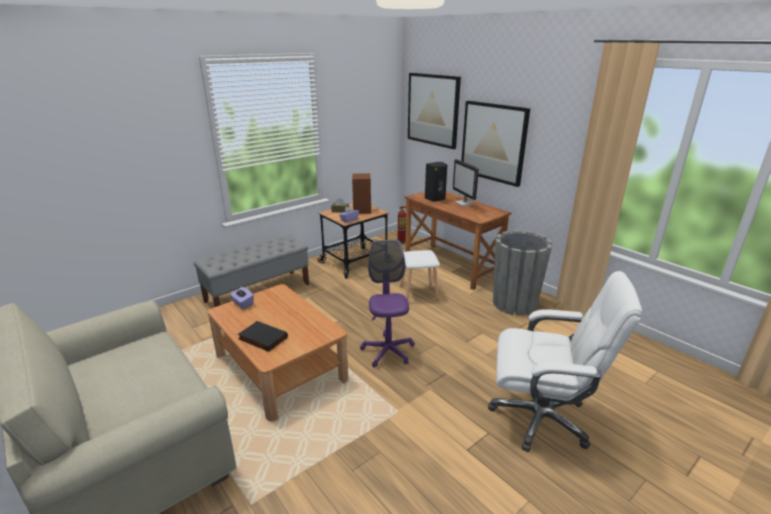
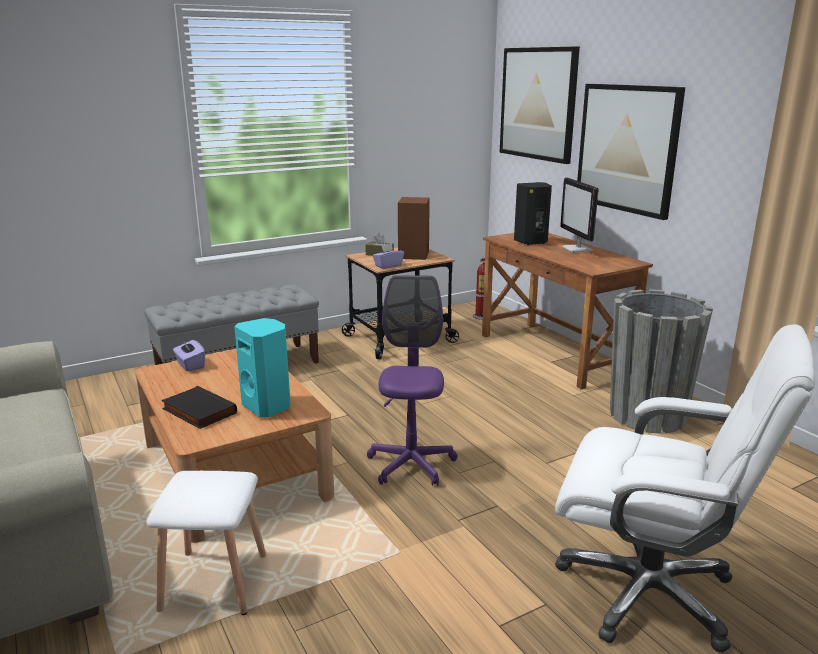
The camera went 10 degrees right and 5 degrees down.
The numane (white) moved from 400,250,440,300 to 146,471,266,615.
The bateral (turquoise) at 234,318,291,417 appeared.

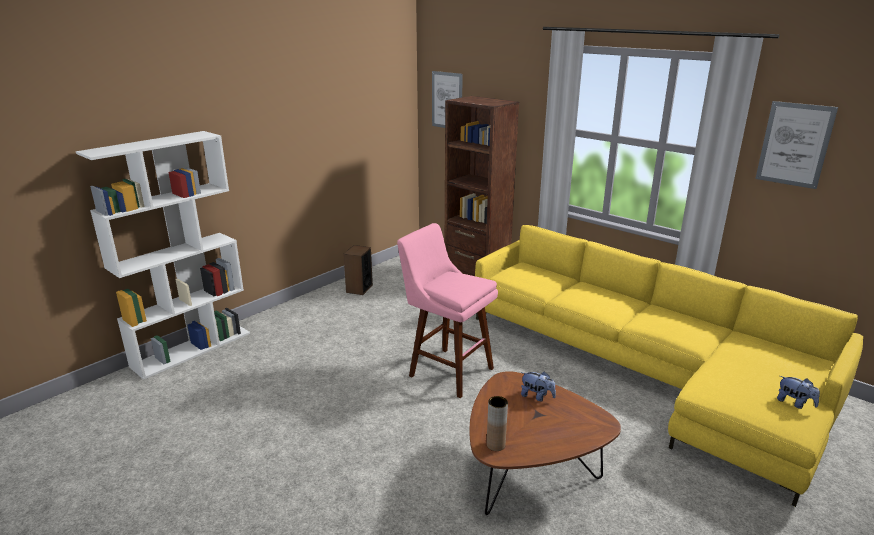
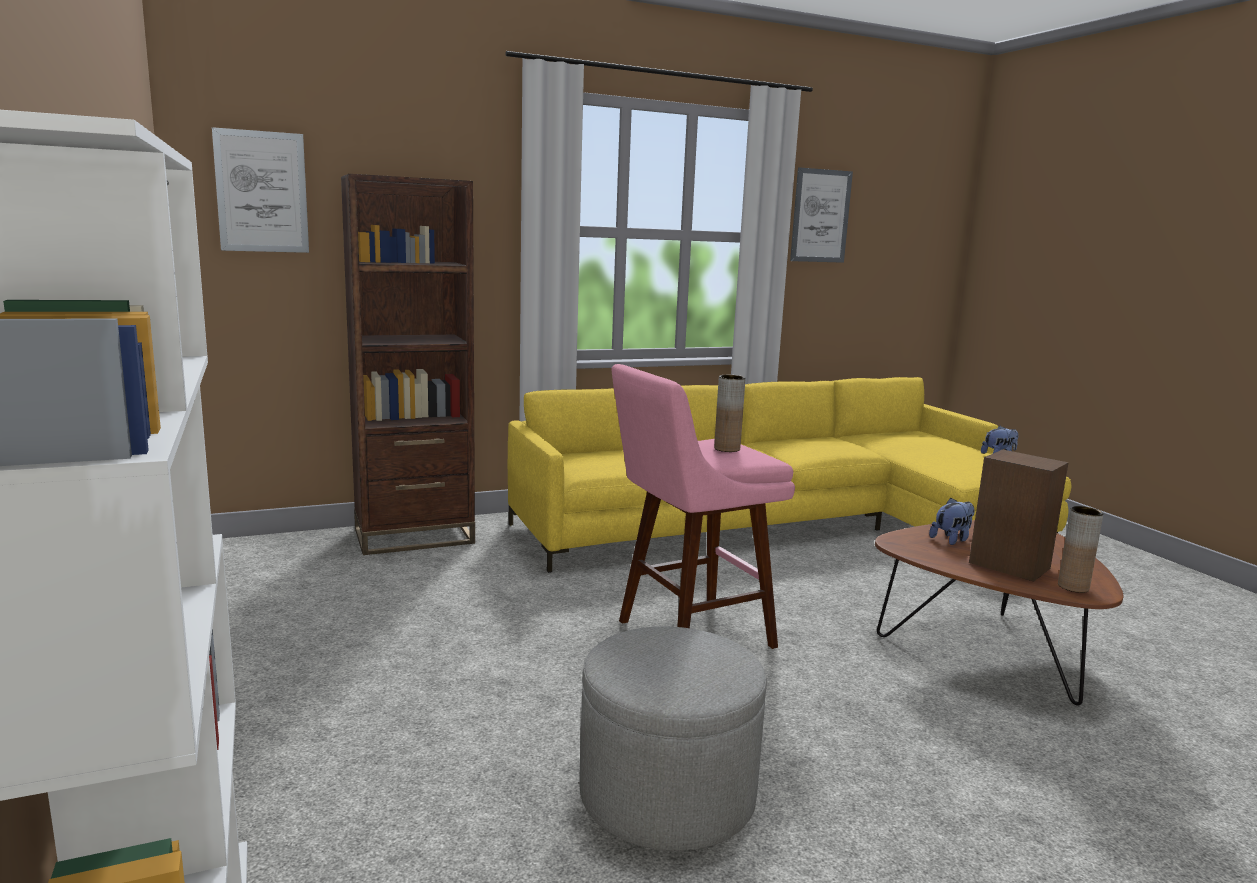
The camera went 65 degrees left and 10 degrees down.
The bateral moved from 343,245,373,295 to 969,449,1069,582.
The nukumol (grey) at 579,626,767,851 appeared.
The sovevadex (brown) at 714,375,746,452 appeared.

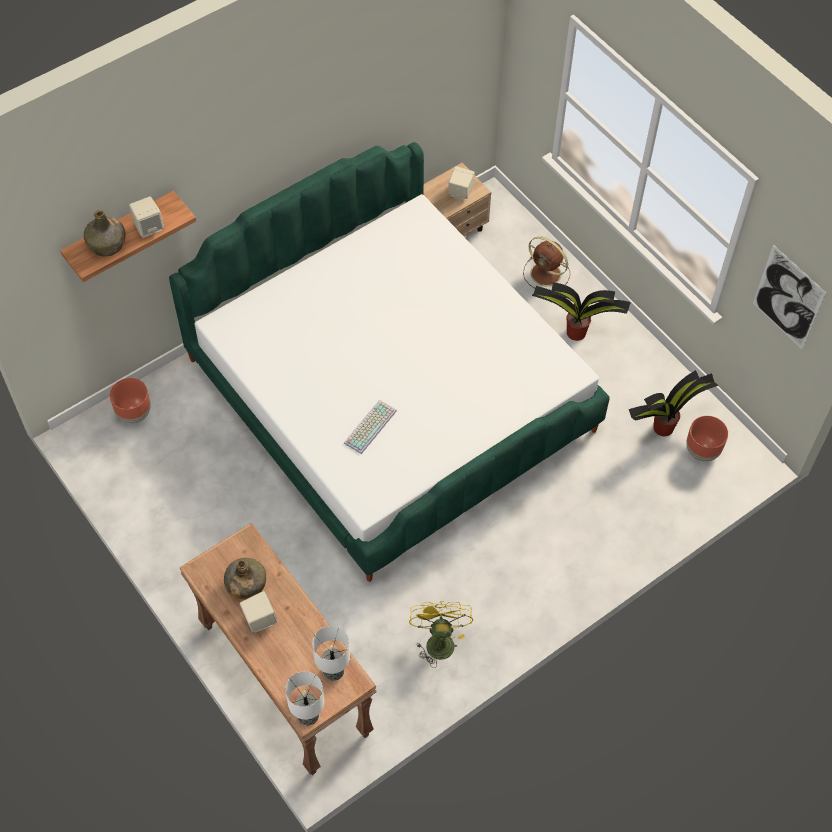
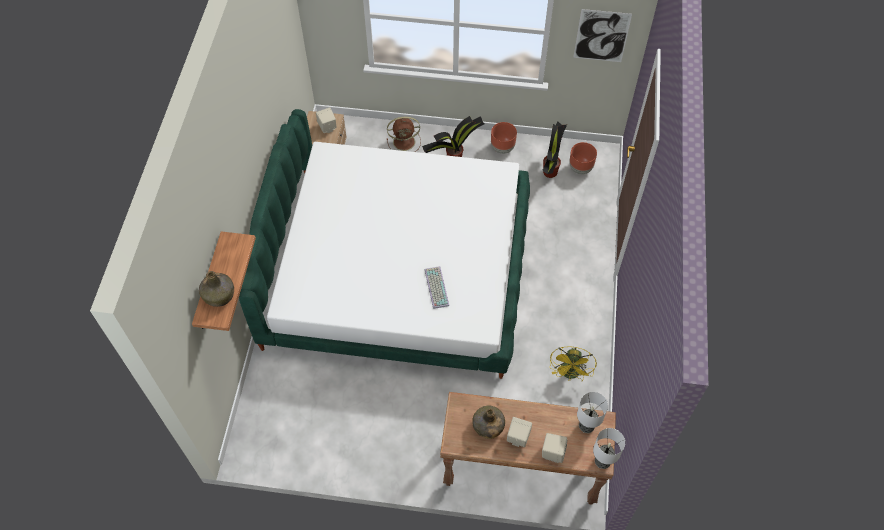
The camera went 45 degrees left and 0 degrees up.
The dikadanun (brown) moved from 110,378,151,424 to 491,122,517,154.
The bateral (beige) moved from 129,196,164,238 to 542,433,567,463.
The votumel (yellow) at 409,601,473,668 turned 120 degrees counterclockwise.

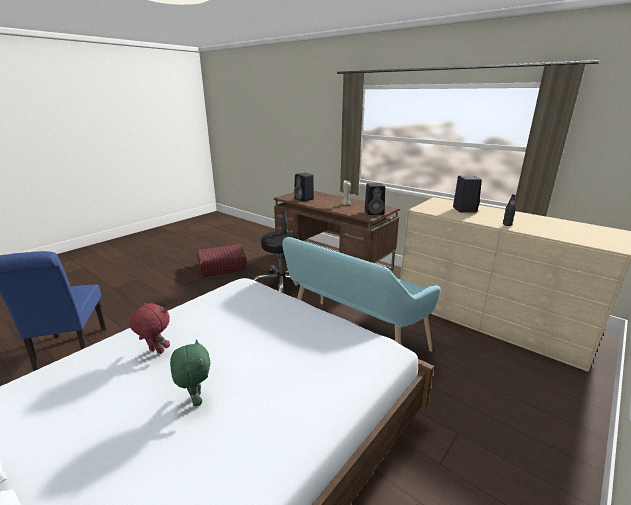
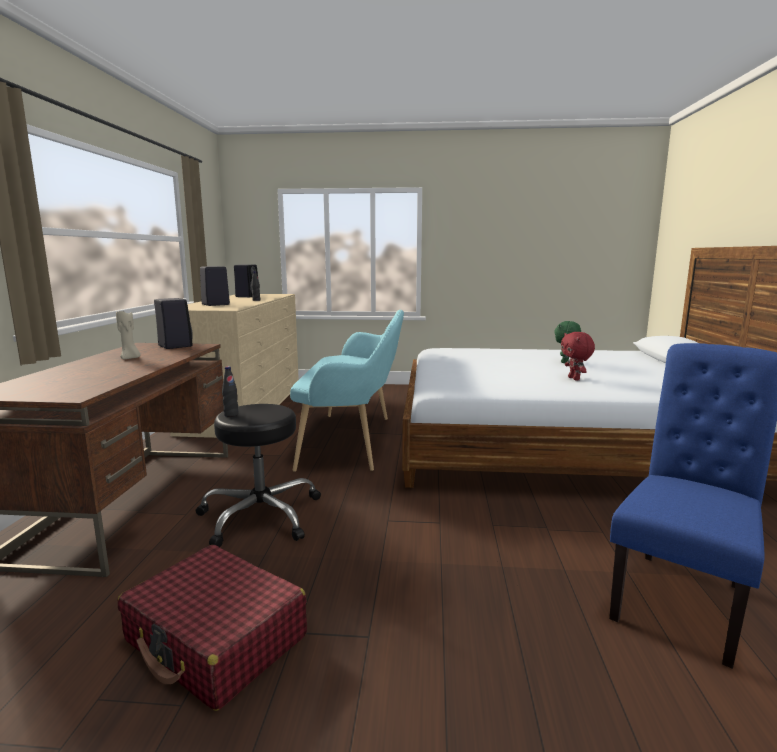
The camera went 125 degrees left and 10 degrees down.
The bateral (black) moved from 294,173,314,202 to 234,264,258,297.

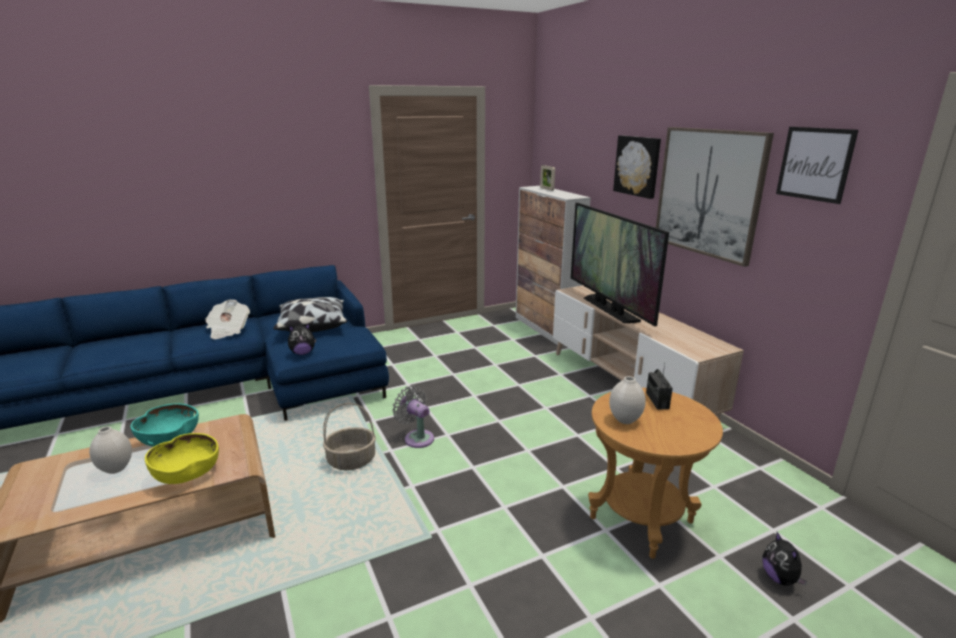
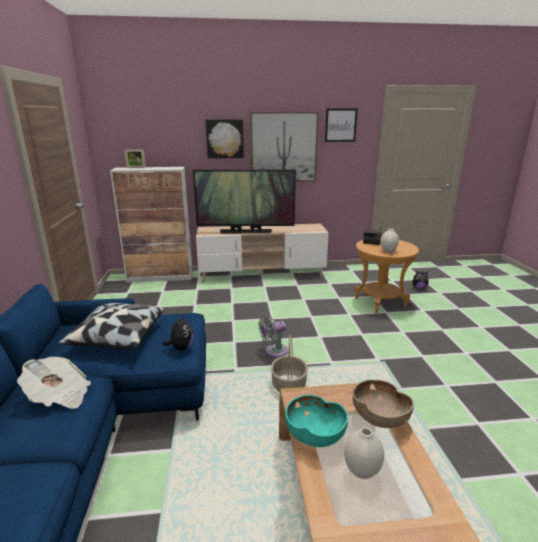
The camera went 70 degrees left and 0 degrees up.
The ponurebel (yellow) at 145,433,219,484 became the ponurebel (brown) at 353,380,414,428.

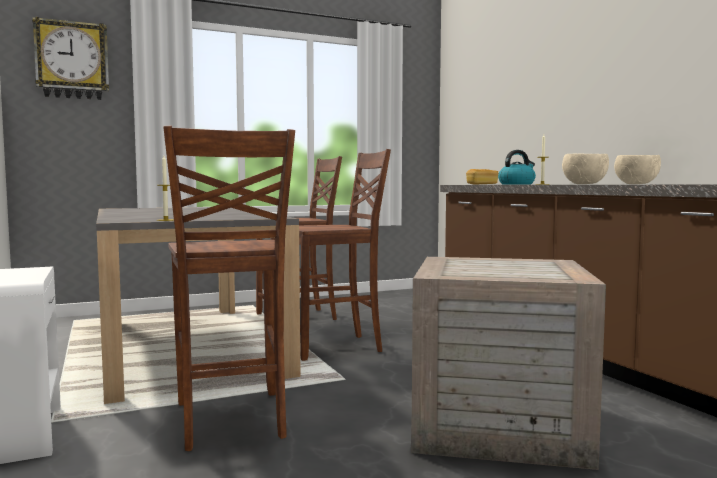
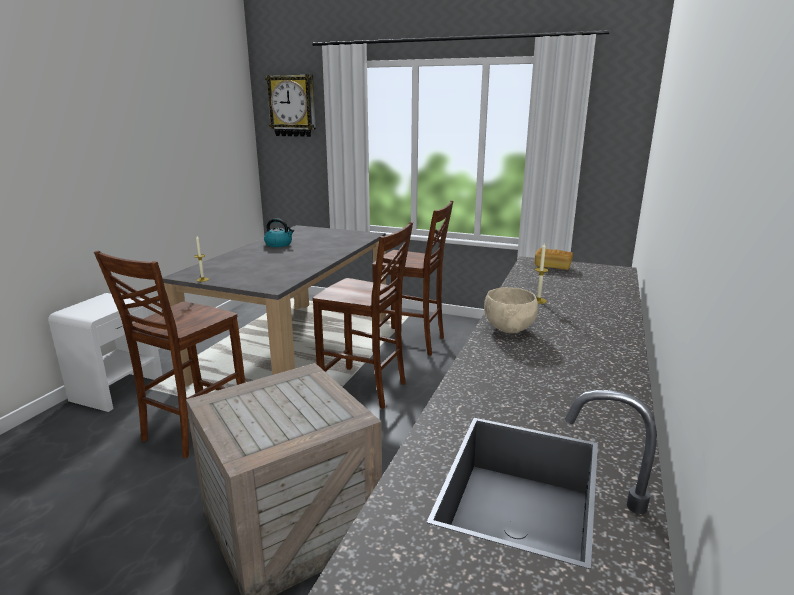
The camera went 45 degrees right and 15 degrees up.
The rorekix moved from 498,150,536,184 to 264,218,294,247.
The ponurebel (beige) at 614,155,661,184 disappeared.

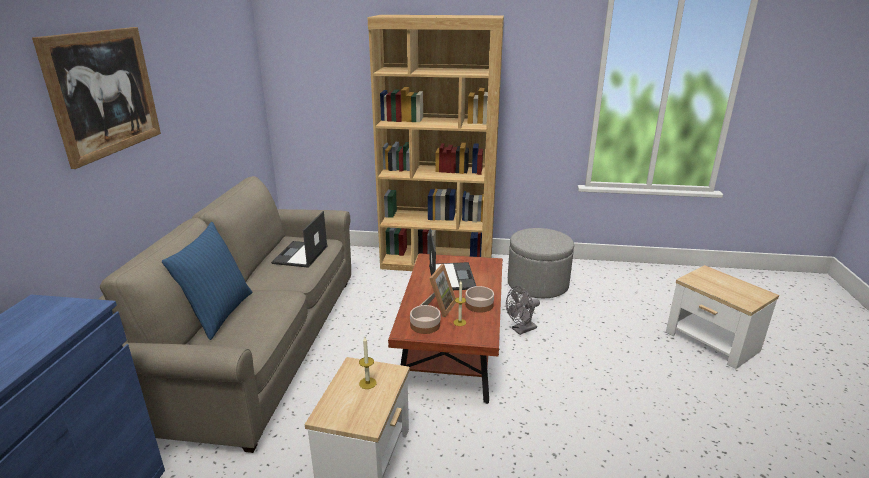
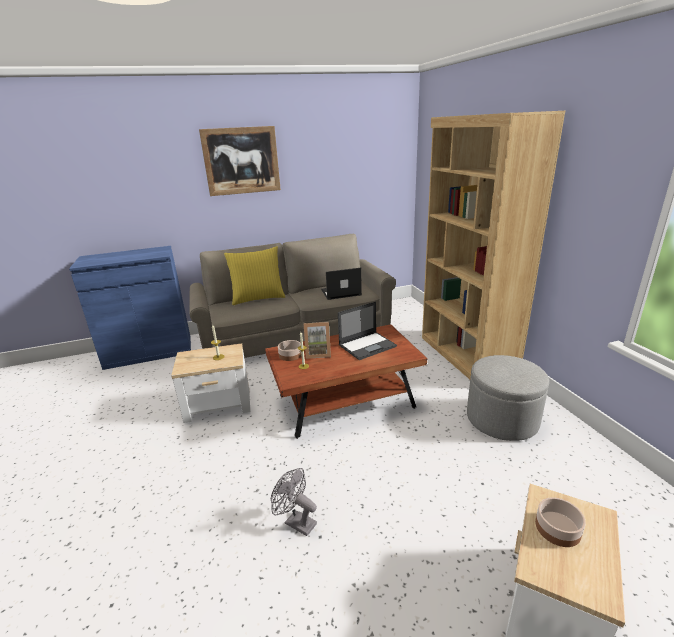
The camera went 65 degrees right and 0 degrees up.
The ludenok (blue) at 162,222,253,340 became the ludenok (yellow) at 224,246,285,305.
The ponurebel moved from 465,286,494,313 to 535,497,586,547.
The votumel (grey) moved from 506,286,540,335 to 271,468,317,536.

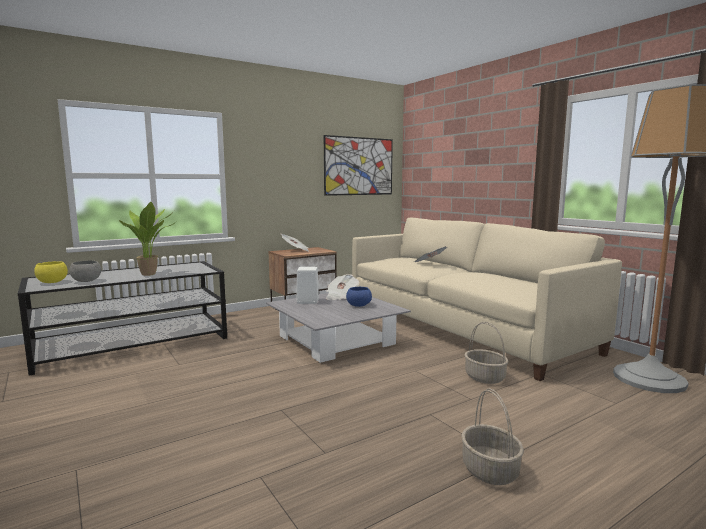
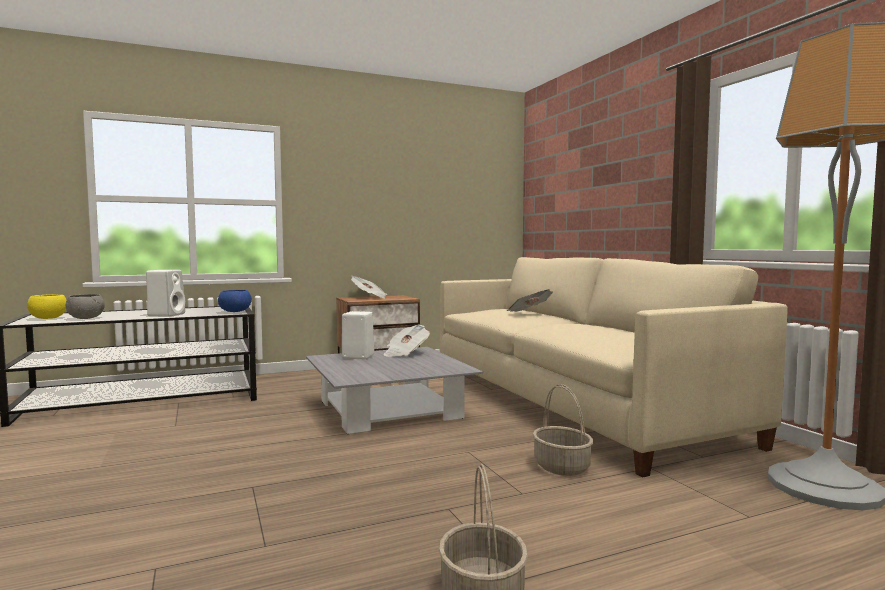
The camera went 10 degrees right and 5 degrees down.
The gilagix at 119,202,177,276 was replaced by the bateral (white) at 146,270,185,317.
The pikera at 324,135,393,196 disappeared.
The ponurebel (blue) moved from 346,287,372,307 to 218,290,252,312.

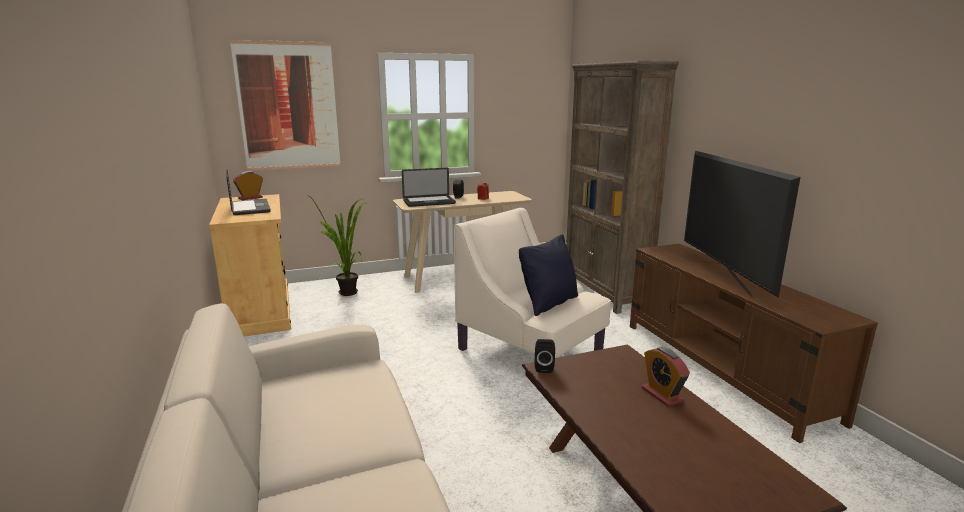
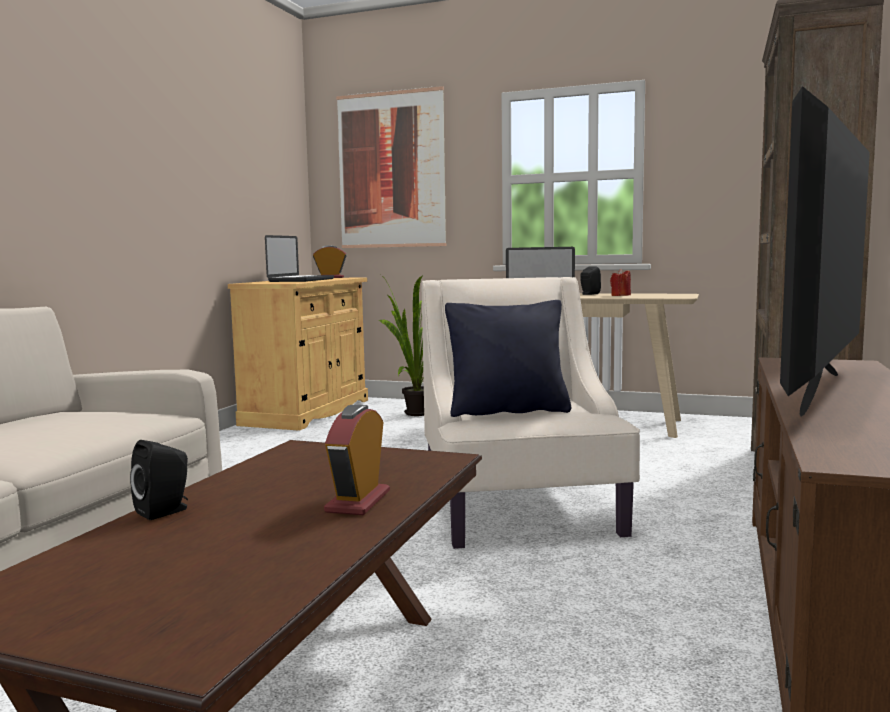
The camera went 40 degrees right and 10 degrees down.
The bateral (black) moved from 535,339,555,373 to 130,440,188,520.

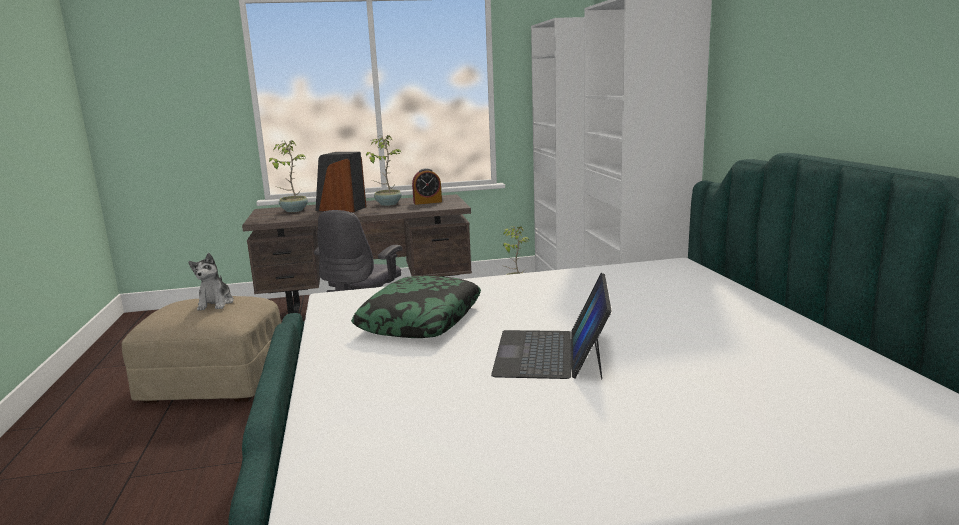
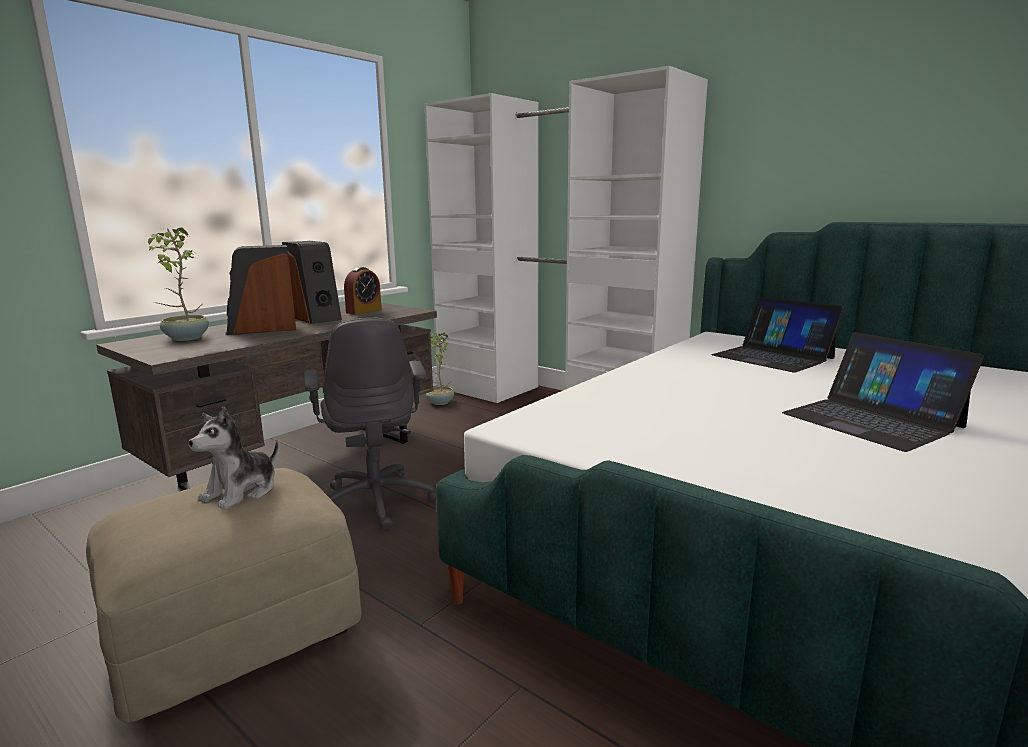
The camera went 40 degrees left and 0 degrees up.
The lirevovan at 188,253,234,311 turned 75 degrees clockwise.
The ludenok at 351,276,481,338 disappeared.
The gilagix at 366,135,402,206 was replaced by the bateral at 282,241,342,324.
The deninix at 712,297,844,373 appeared.

